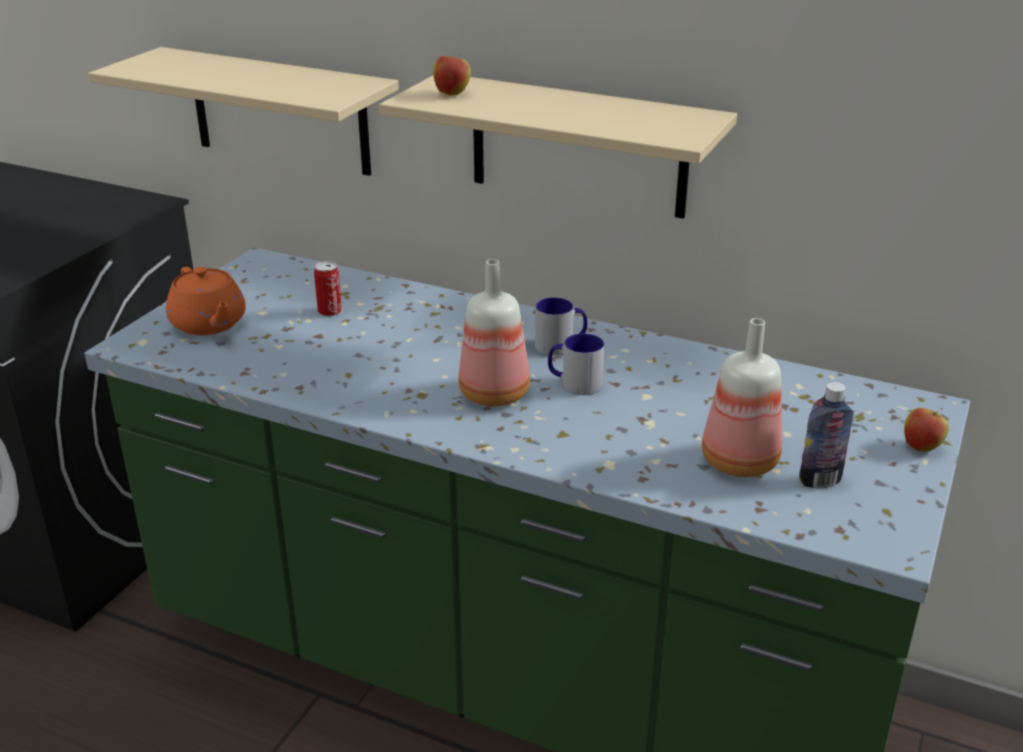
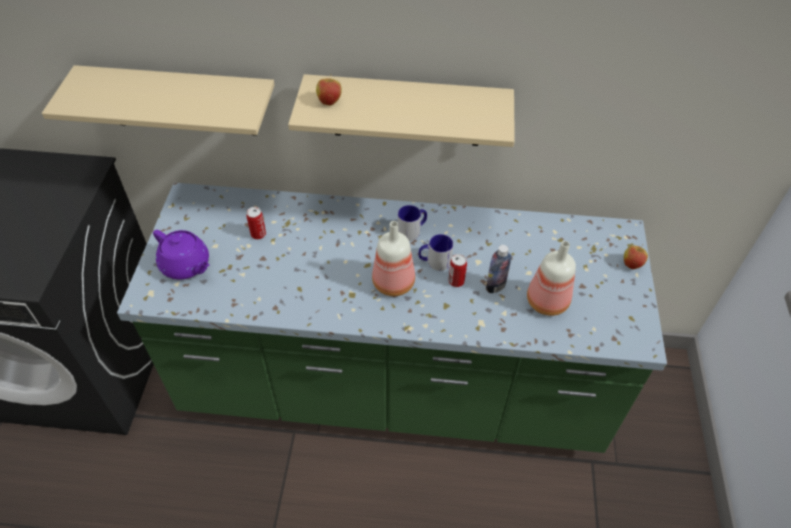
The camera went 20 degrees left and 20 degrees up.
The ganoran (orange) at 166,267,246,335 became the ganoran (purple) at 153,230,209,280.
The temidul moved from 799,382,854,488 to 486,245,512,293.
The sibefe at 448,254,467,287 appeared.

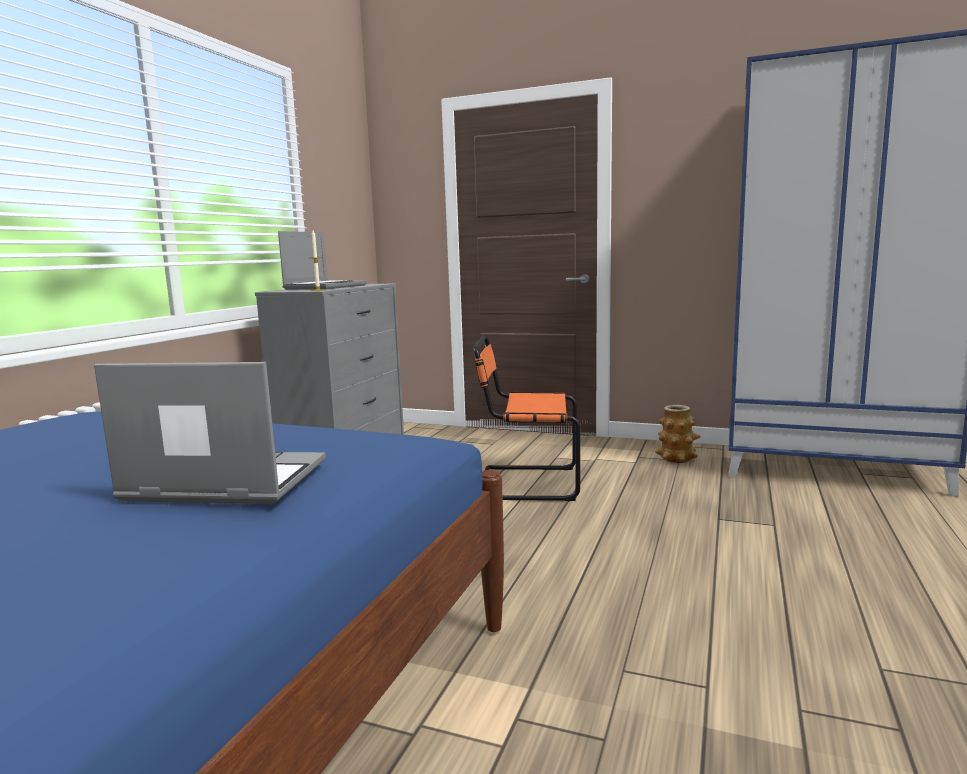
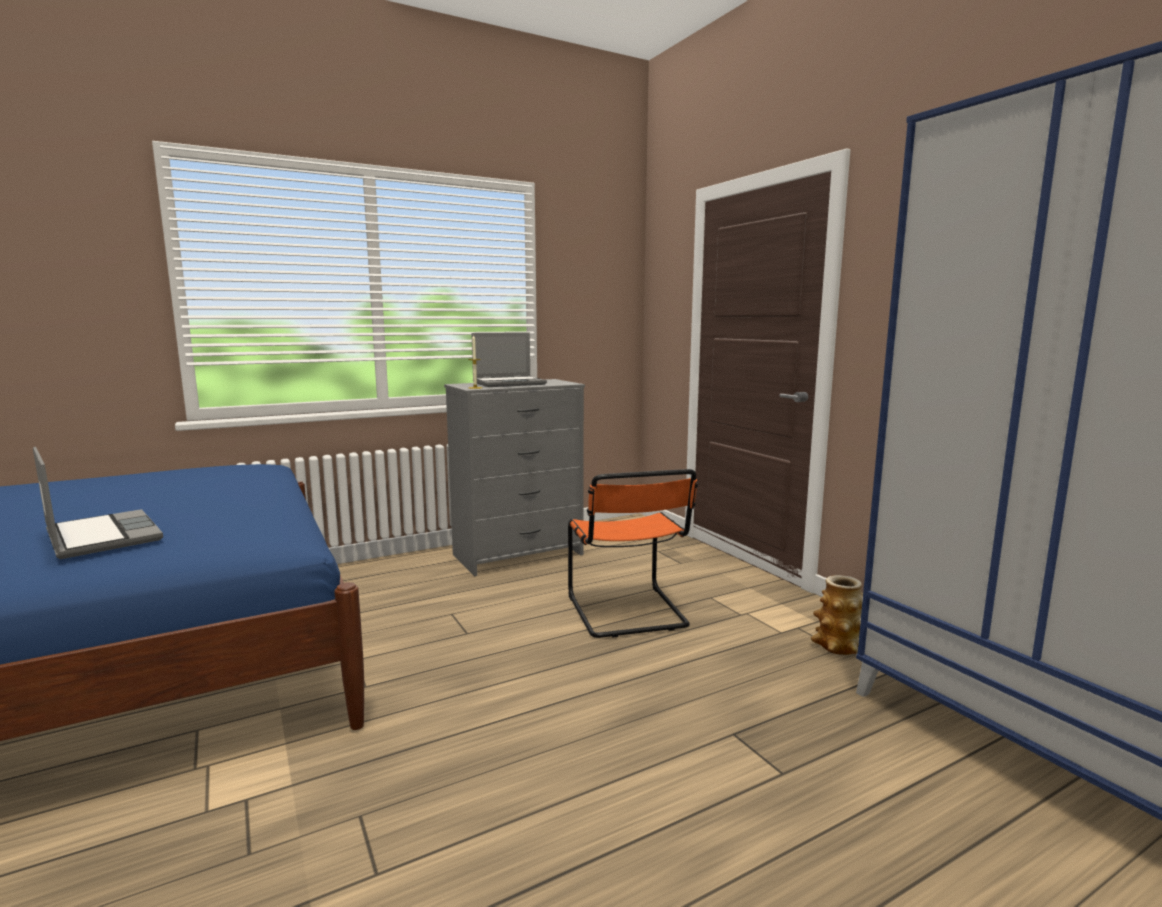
The camera went 40 degrees right and 0 degrees up.
The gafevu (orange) at 473,336,580,501 turned 150 degrees counterclockwise.

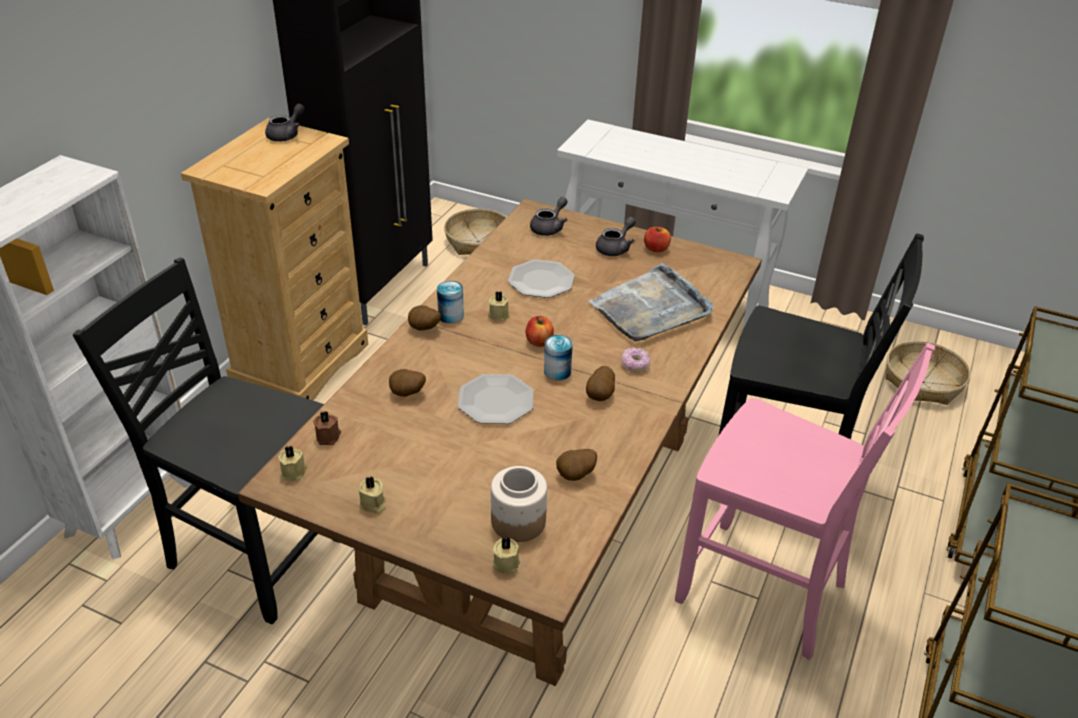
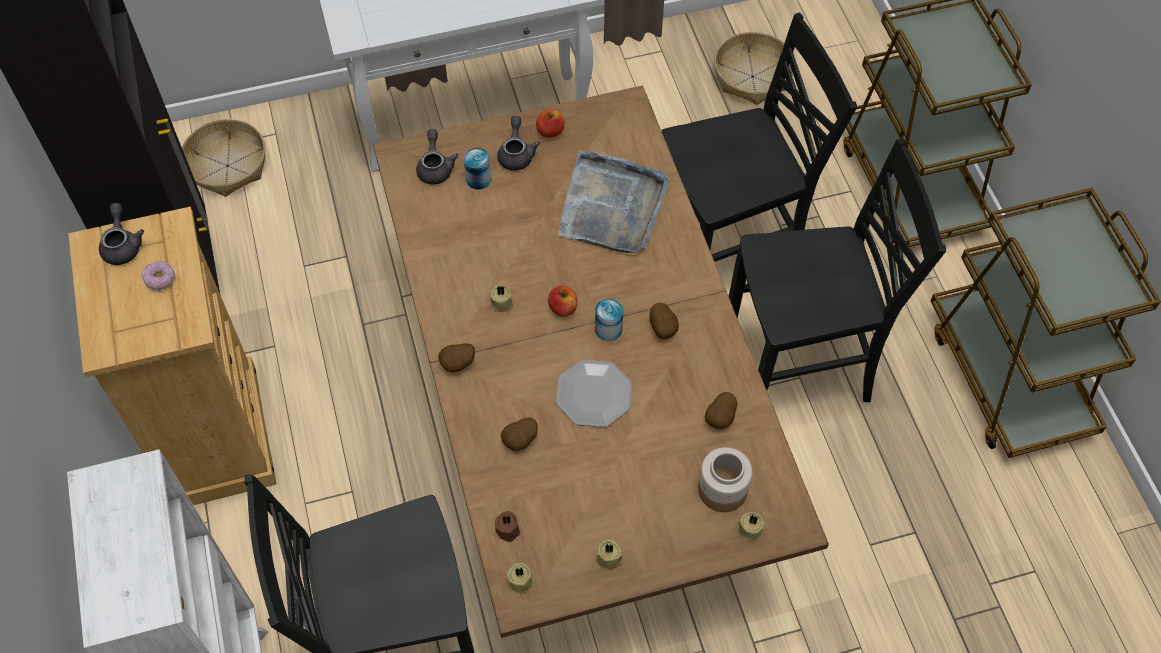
The camera went 40 degrees left and 20 degrees up.
The sibefe moved from 437,281,464,324 to 464,148,491,189.
The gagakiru at 508,259,575,298 disappeared.
The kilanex moved from 621,348,650,372 to 141,261,175,291.
The gafevu (pink) at 675,343,935,660 became the gafevu (black) at 729,138,946,402.

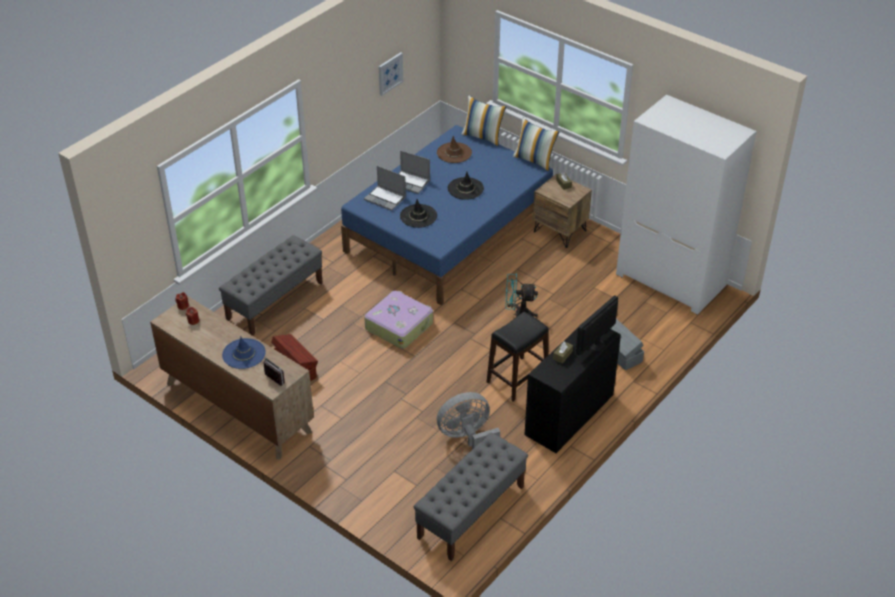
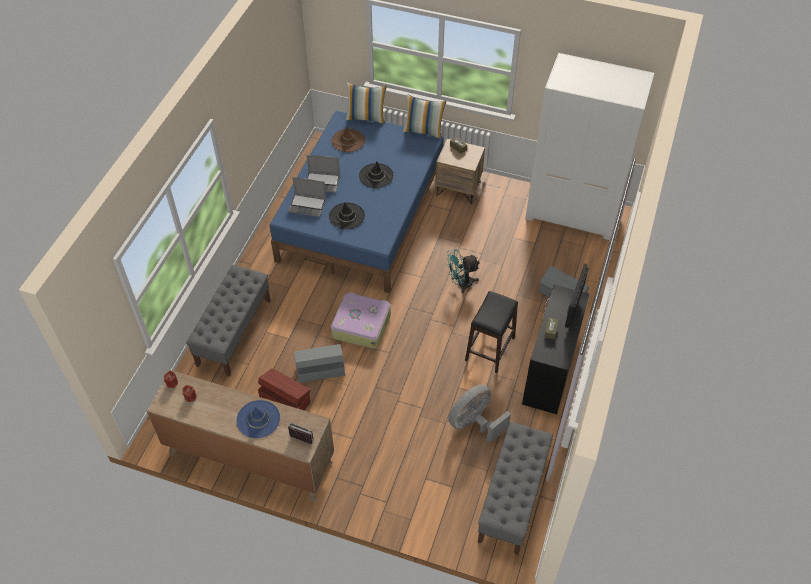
The camera went 20 degrees left and 10 degrees up.
The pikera at 379,52,403,96 disappeared.
The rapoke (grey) at 294,344,345,383 appeared.

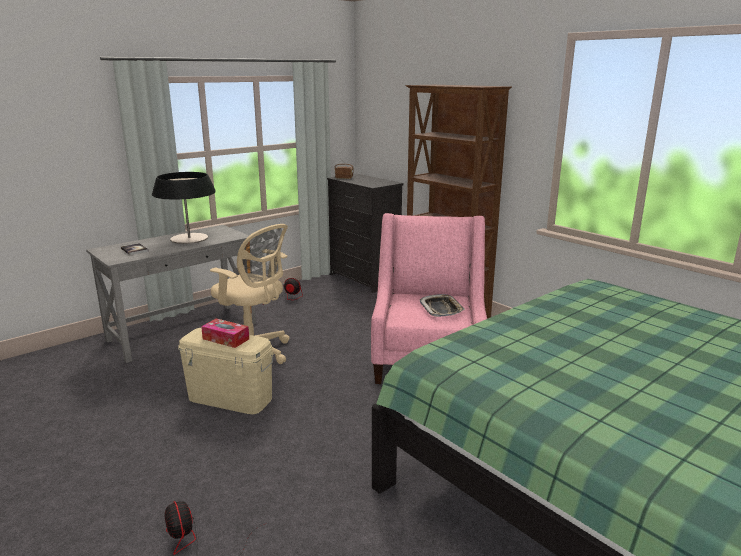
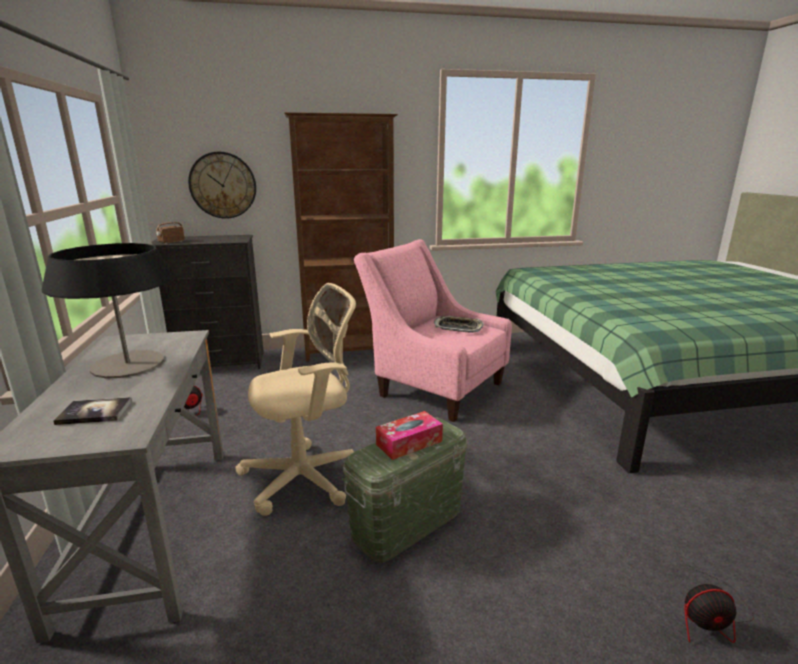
The camera went 60 degrees left and 0 degrees up.
The rapoke (beige) at 178,328,274,414 became the rapoke (green) at 342,417,467,563.
The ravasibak at 188,152,256,219 appeared.

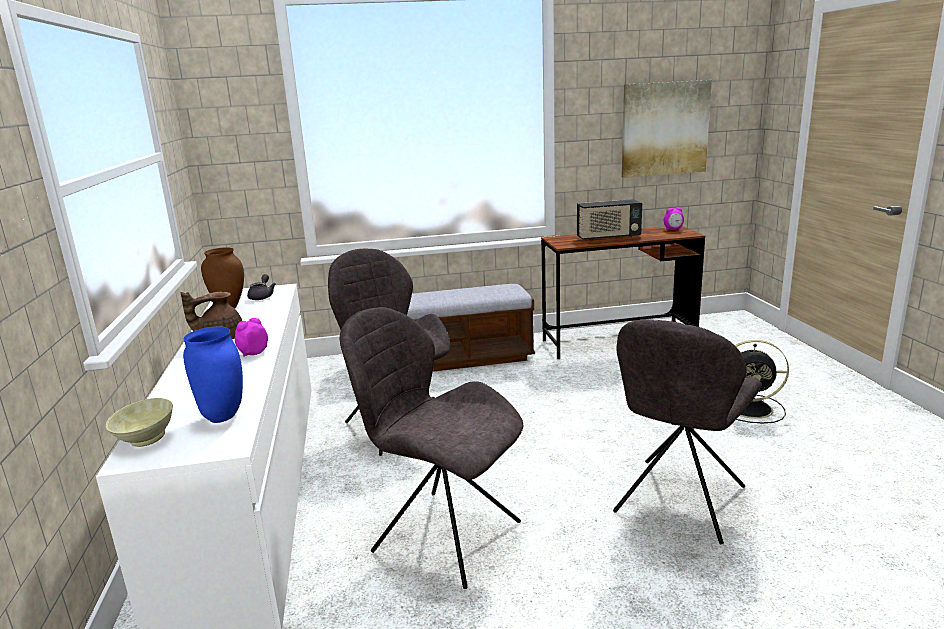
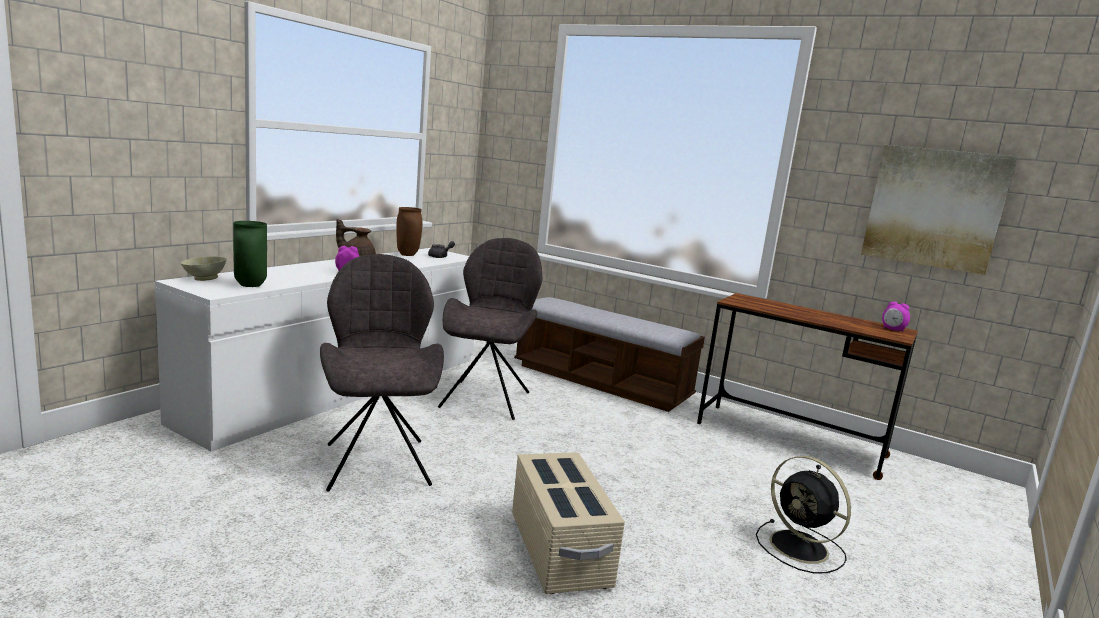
The camera went 40 degrees right and 5 degrees down.
The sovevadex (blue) at 183,327,243,423 became the sovevadex (green) at 233,221,267,287.
The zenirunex at 577,199,642,241 disappeared.
The gafevu (grey) at 613,319,761,544 was replaced by the rapoke (beige) at 512,452,625,594.

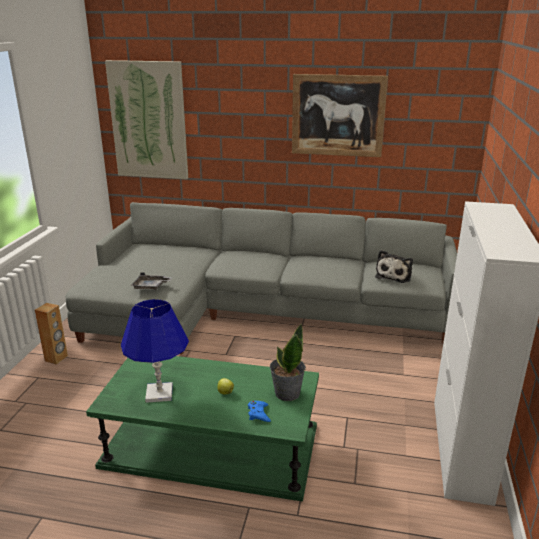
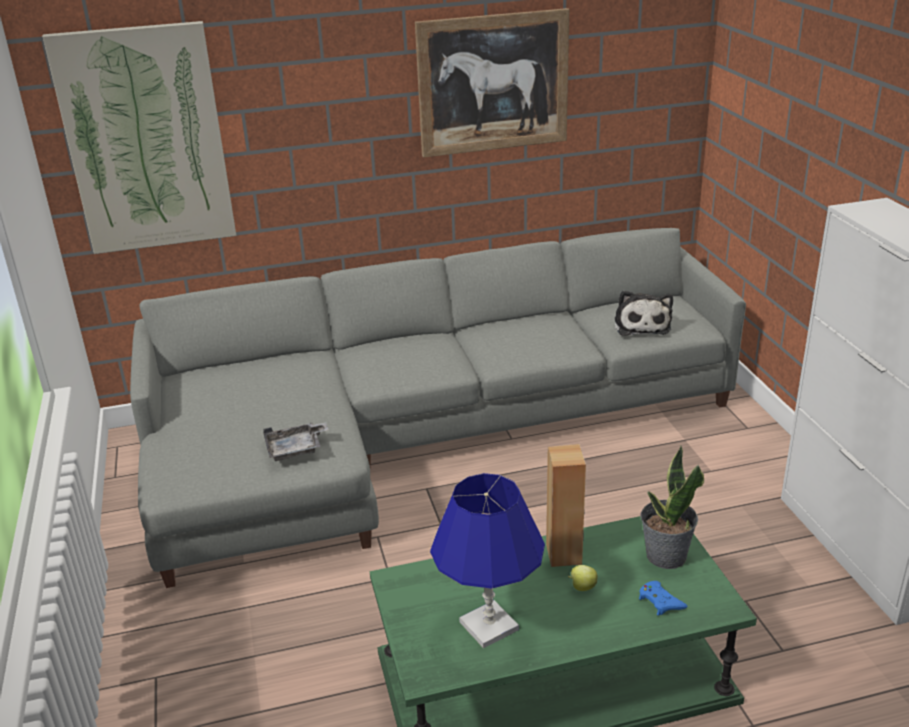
The camera went 25 degrees left and 5 degrees up.
The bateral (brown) moved from 35,303,68,365 to 546,444,586,567.

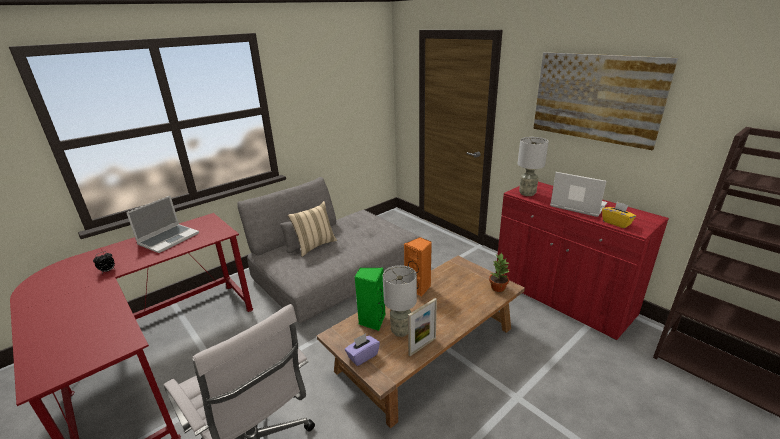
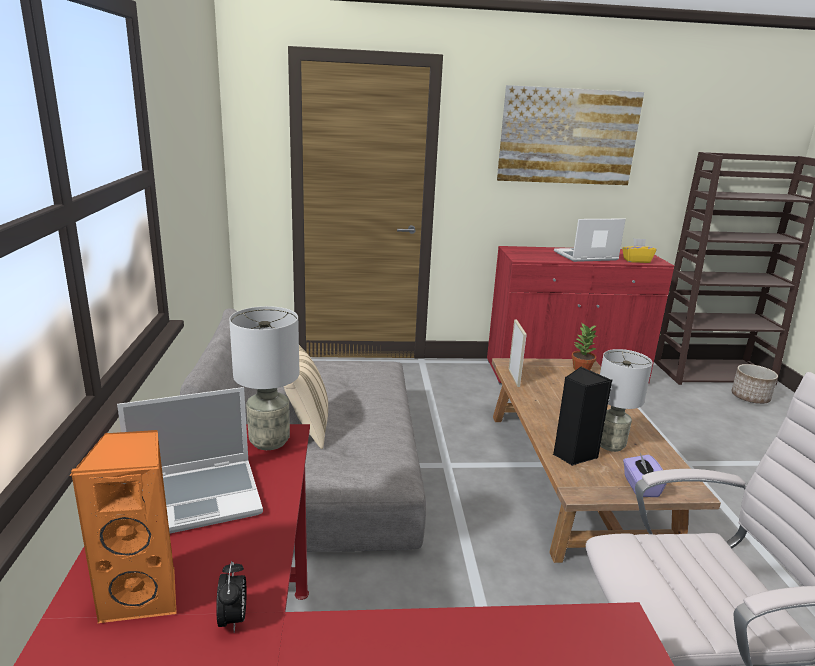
The camera went 55 degrees left and 5 degrees down.
The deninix at 126,196,199,253 turned 90 degrees clockwise.
The bateral (green) at 355,268,386,331 became the bateral (black) at 553,366,612,466.
The bateral (orange) moved from 404,237,432,296 to 69,430,177,624.
The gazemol moved from 408,298,437,356 to 508,320,527,387.
The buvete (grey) moved from 518,137,549,196 to 229,306,299,450.
The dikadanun at 731,364,778,404 appeared.

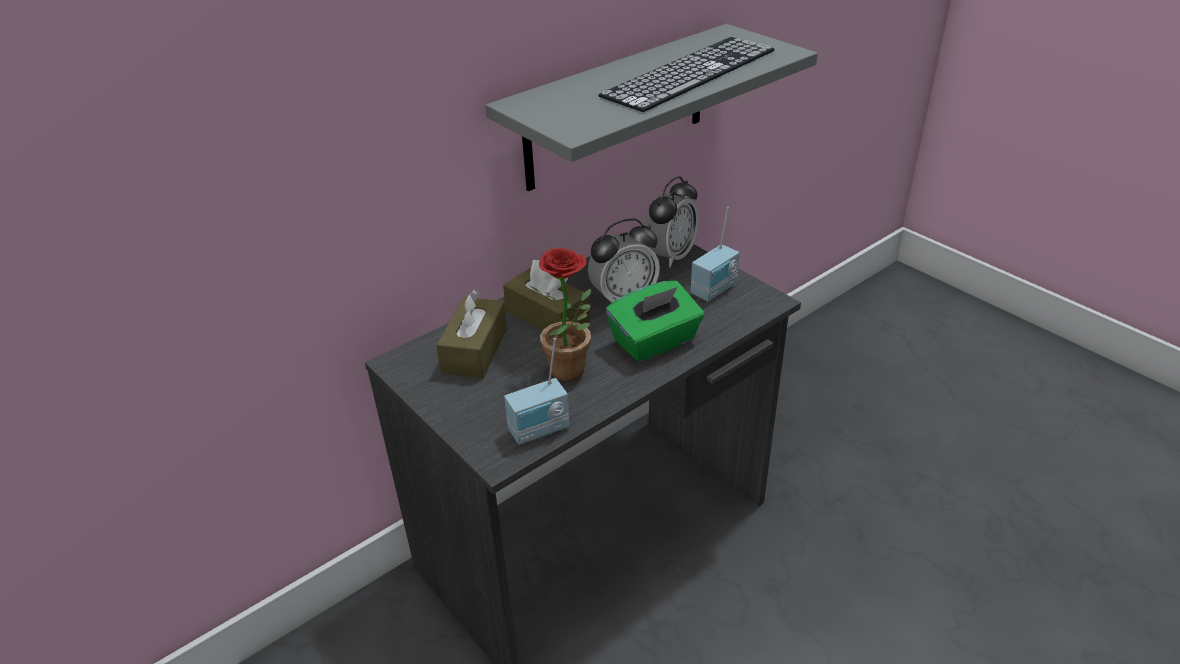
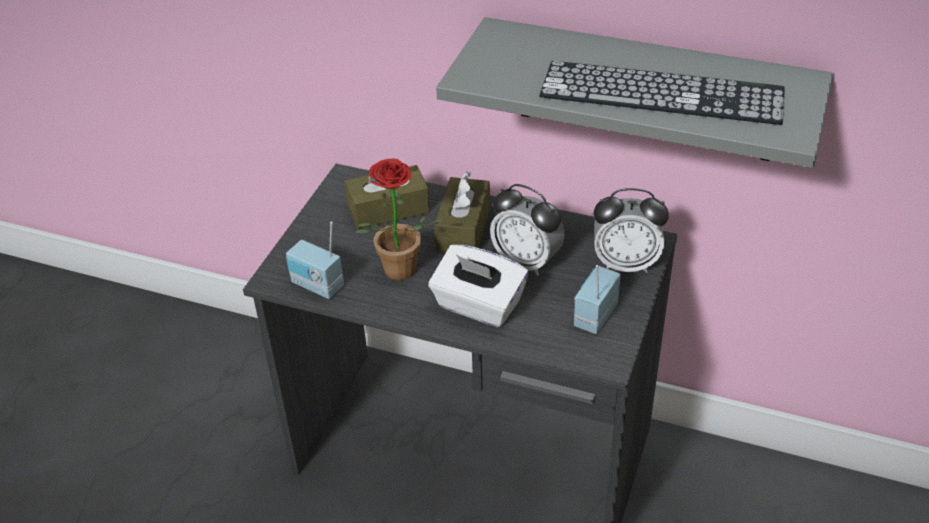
The camera went 60 degrees right and 5 degrees up.
The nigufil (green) at 606,281,704,362 became the nigufil (white) at 429,244,529,327.
The zenirunex at 691,207,740,301 turned 105 degrees clockwise.

